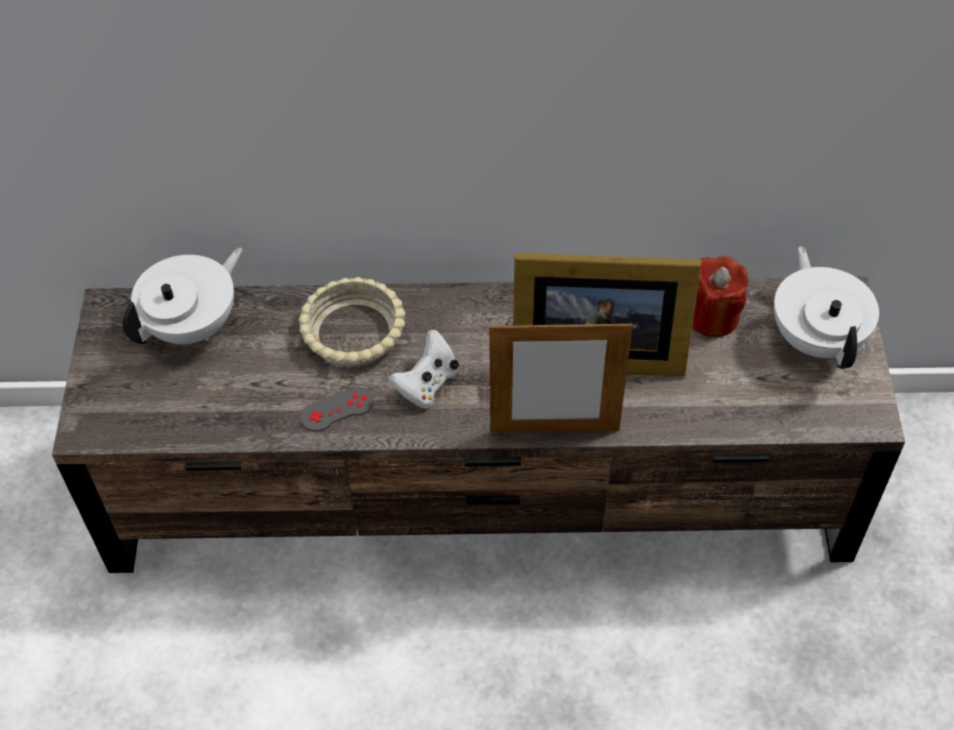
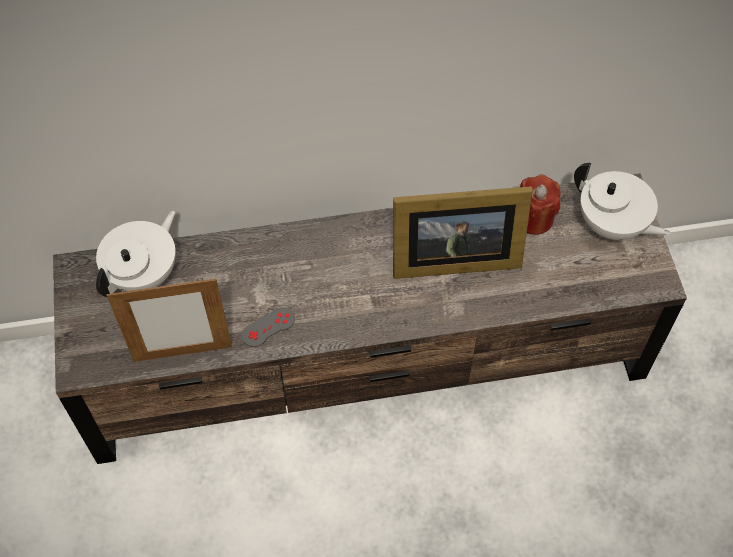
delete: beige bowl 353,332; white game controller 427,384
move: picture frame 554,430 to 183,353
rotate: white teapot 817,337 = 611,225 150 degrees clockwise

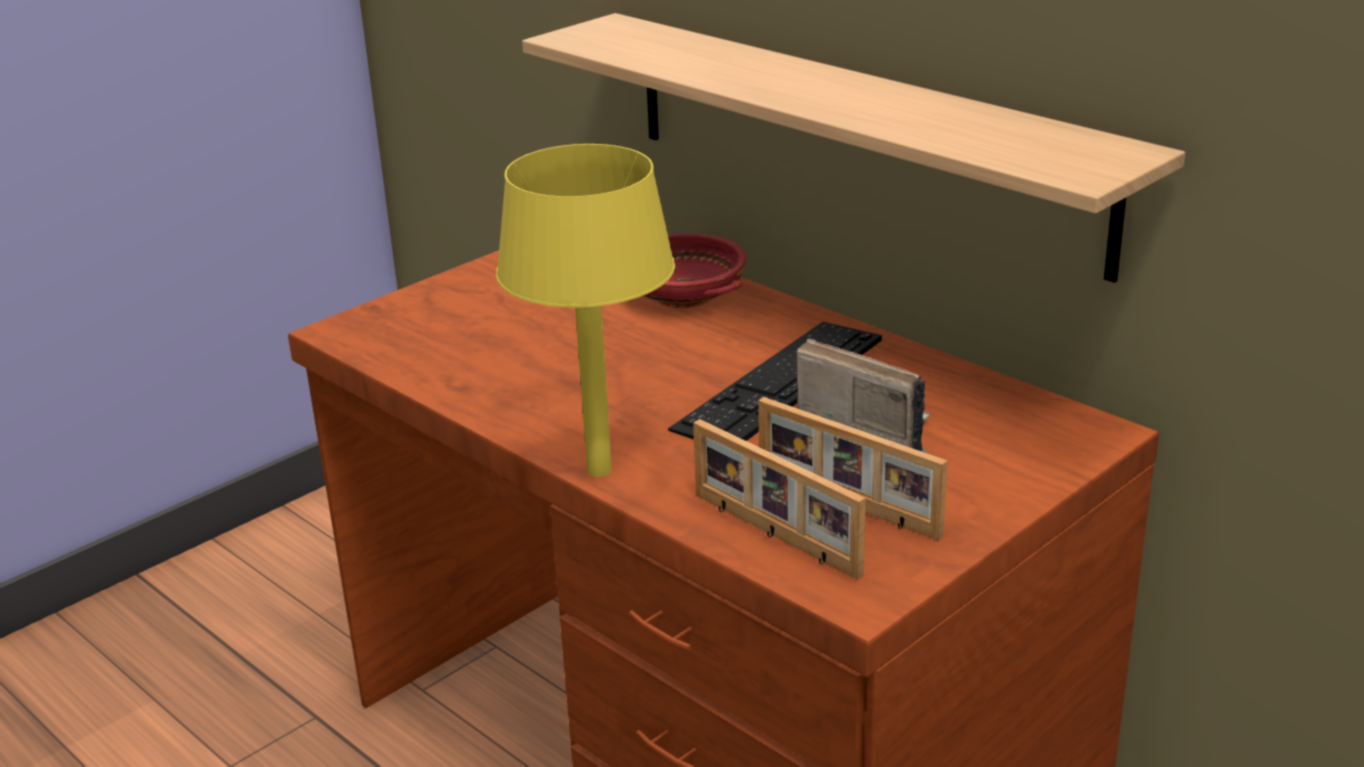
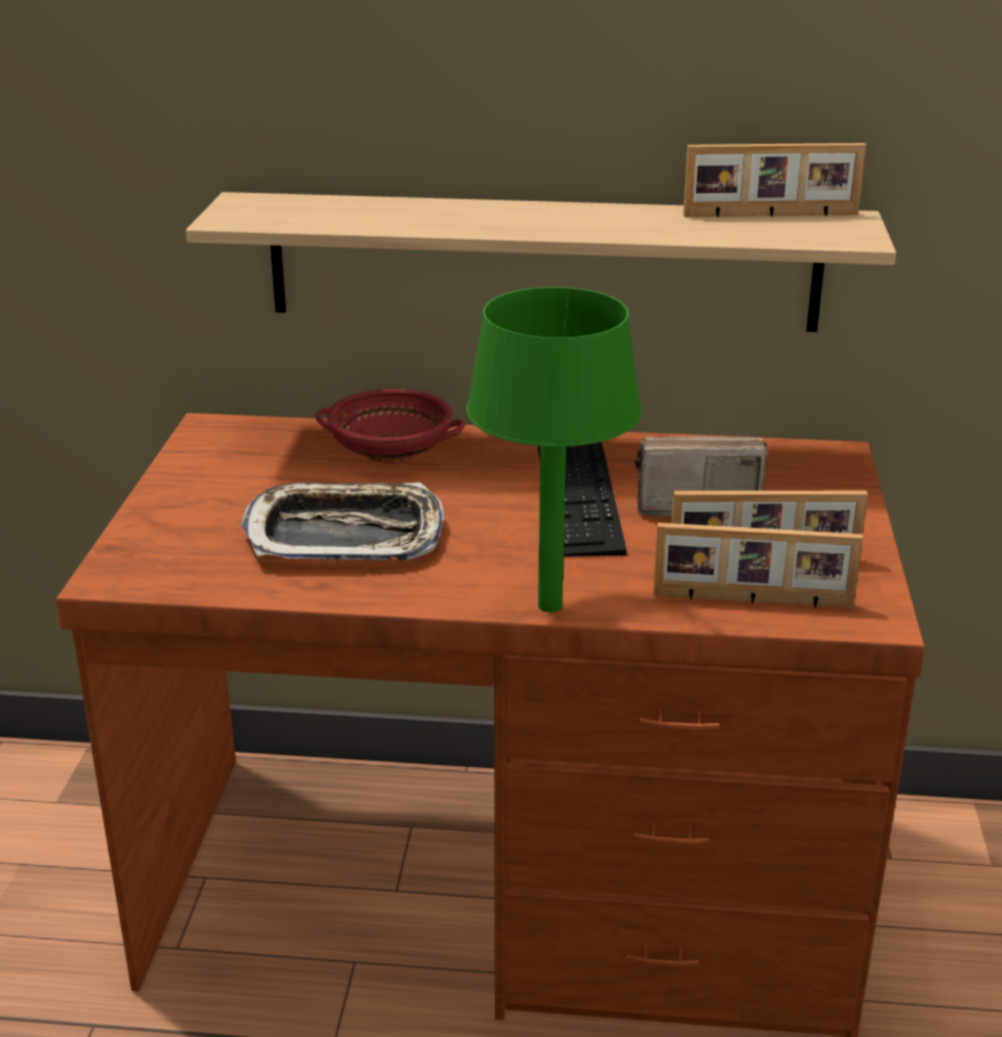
insert: picture frame 771,215; tray 345,535
recolor: yellow table lamp 600,469 to green table lamp 549,604

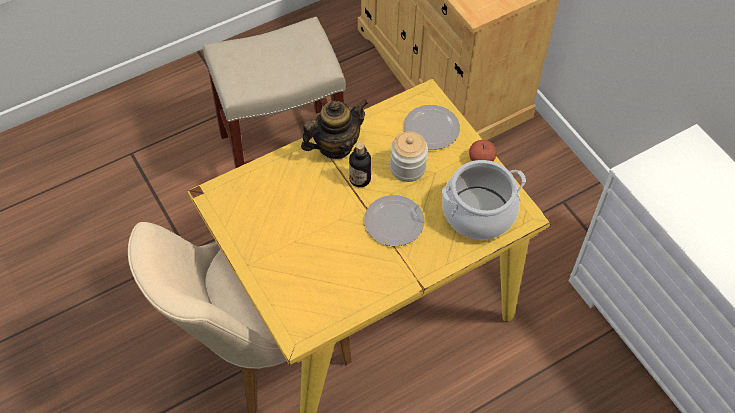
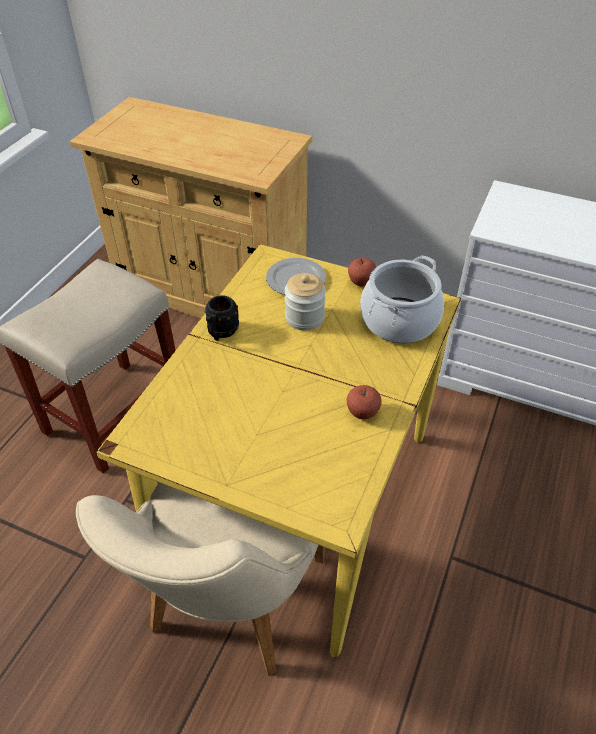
delete: bottle 360,179; plate 394,221
insert: apple 362,412
replace: teapot 335,146 to black mug 221,333

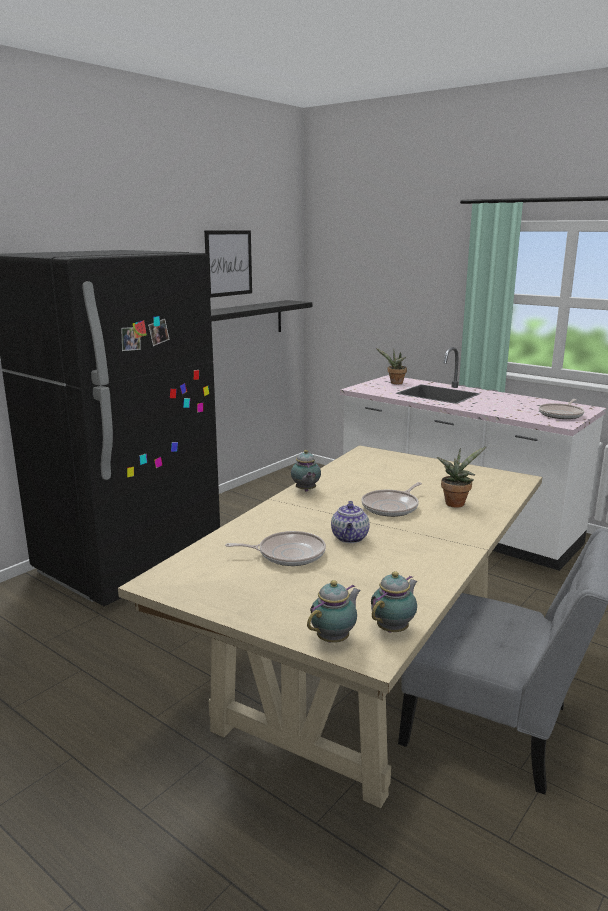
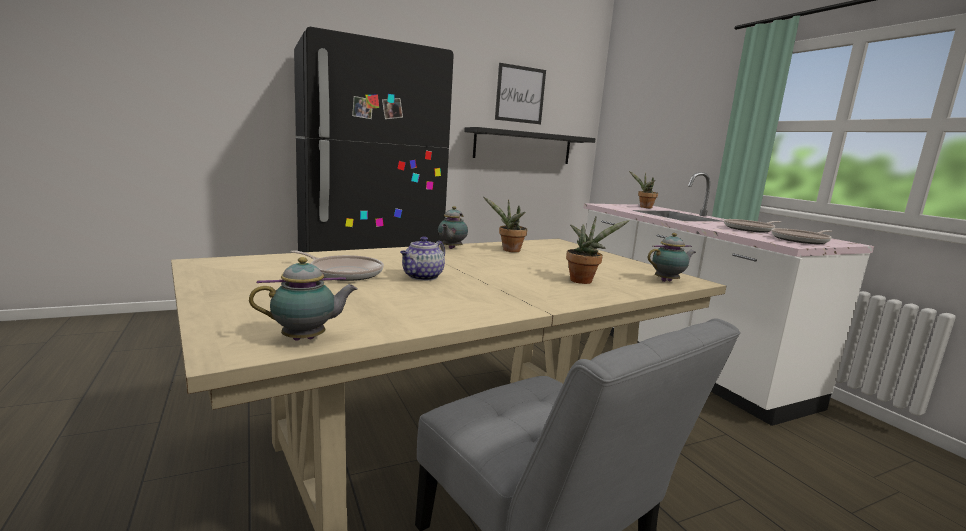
insert: potted plant 509,250
move: frying pan 392,507 to 750,229; teapot 335,639 to 668,281

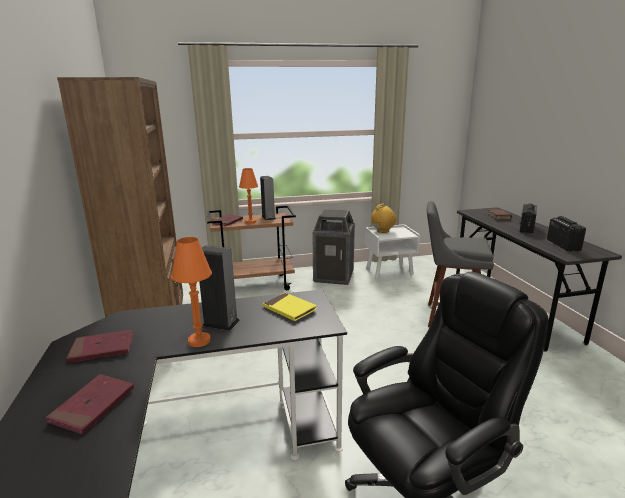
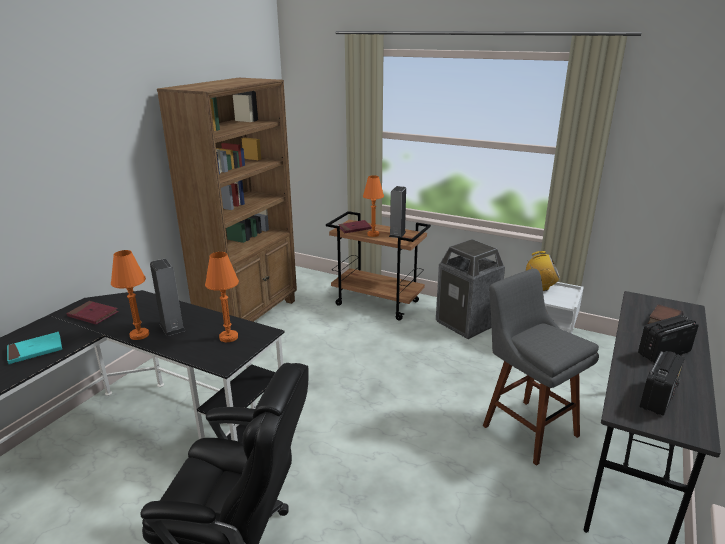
replace: yellow book 289,309 to orange table lamp 229,337
recolor: red book 93,406 to turquoise book 35,350

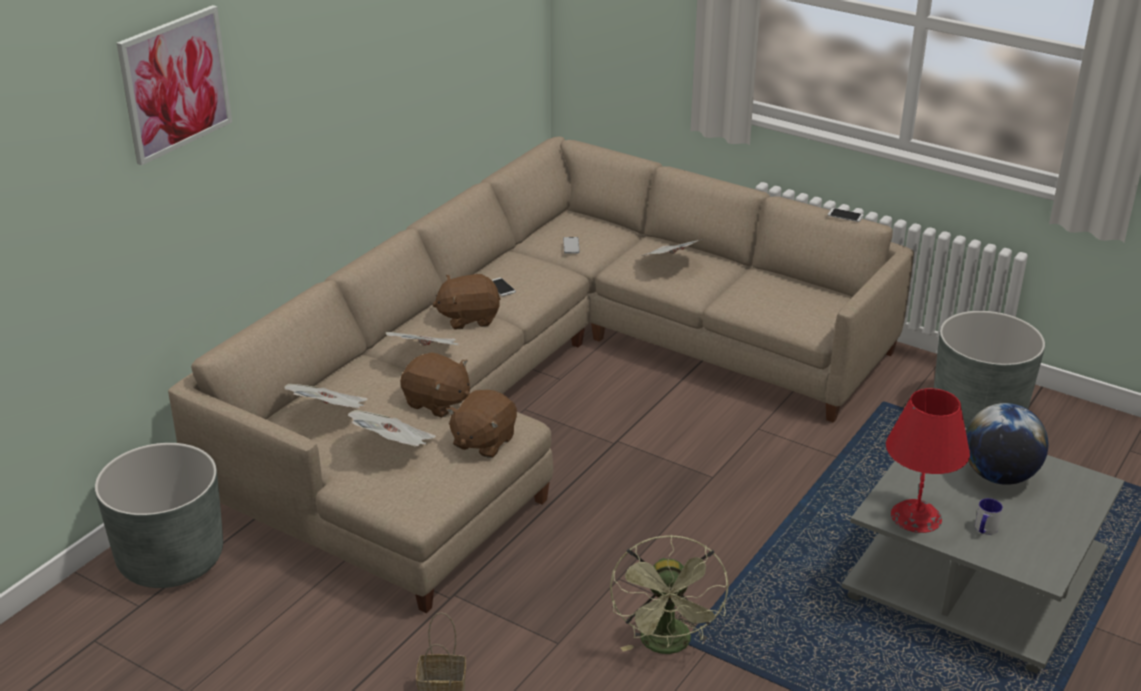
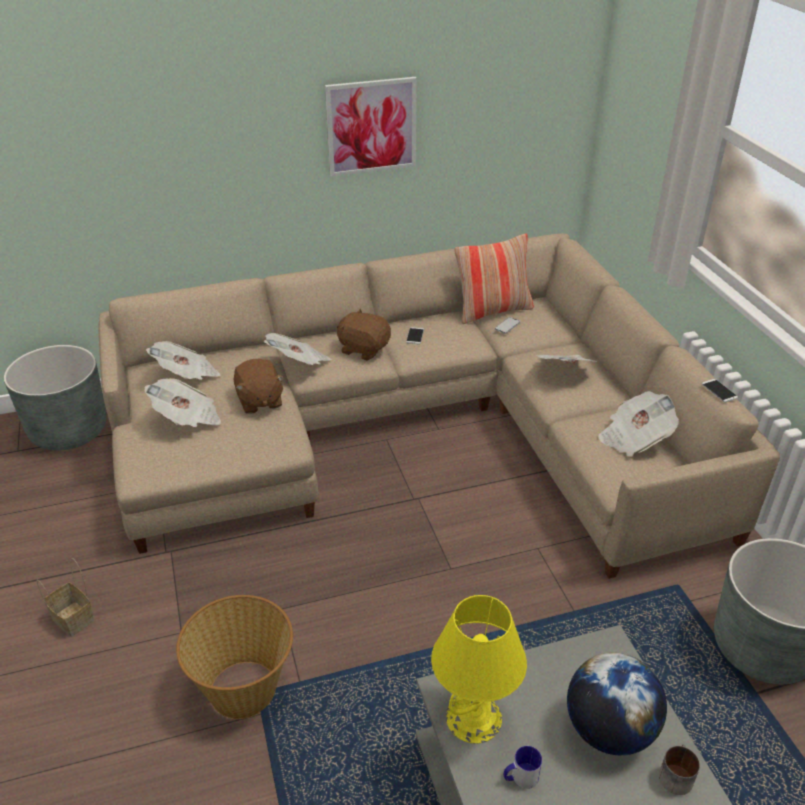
delete: brown plush toy 483,441
insert: pillow 493,311; newspaper 634,438; mug 675,774
move: picture 175,84 to 371,126
replace: green fan 668,646 to basket 244,688
recolor: red table lamp 916,517 to yellow table lamp 473,718

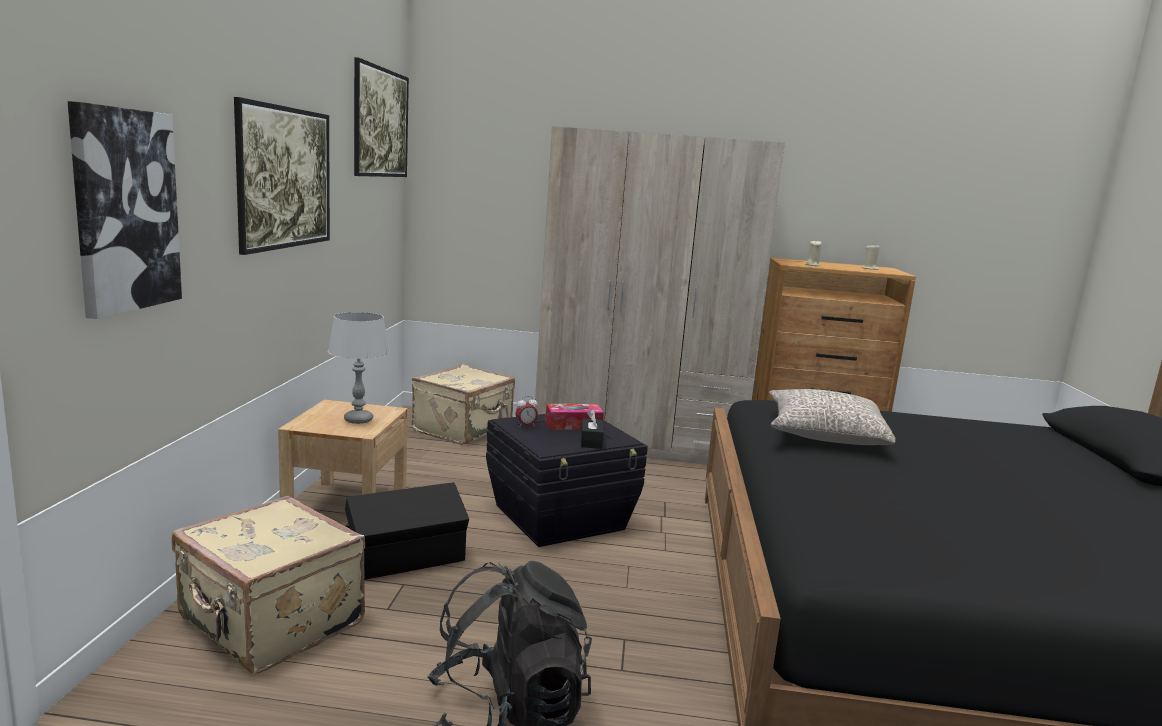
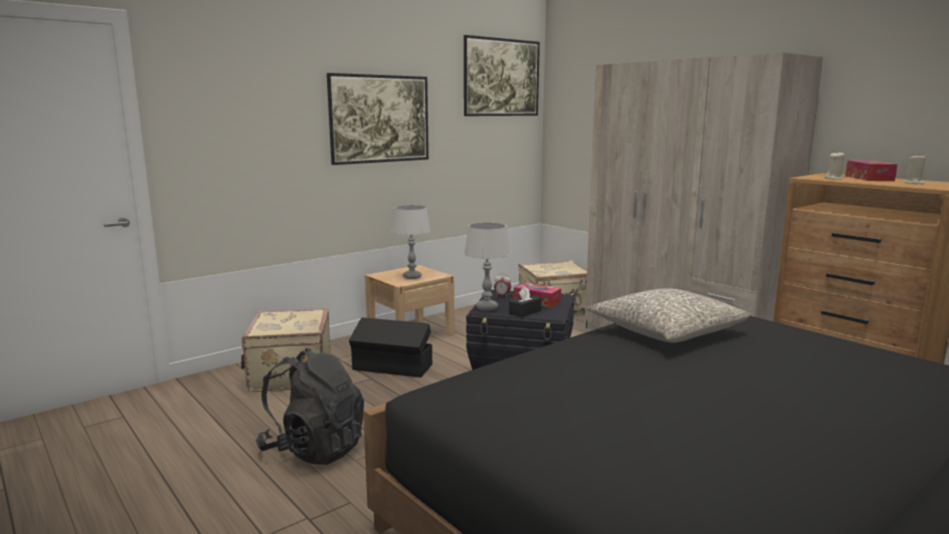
delete: picture 124,210
insert: tissue box 869,178; grey table lamp 486,308

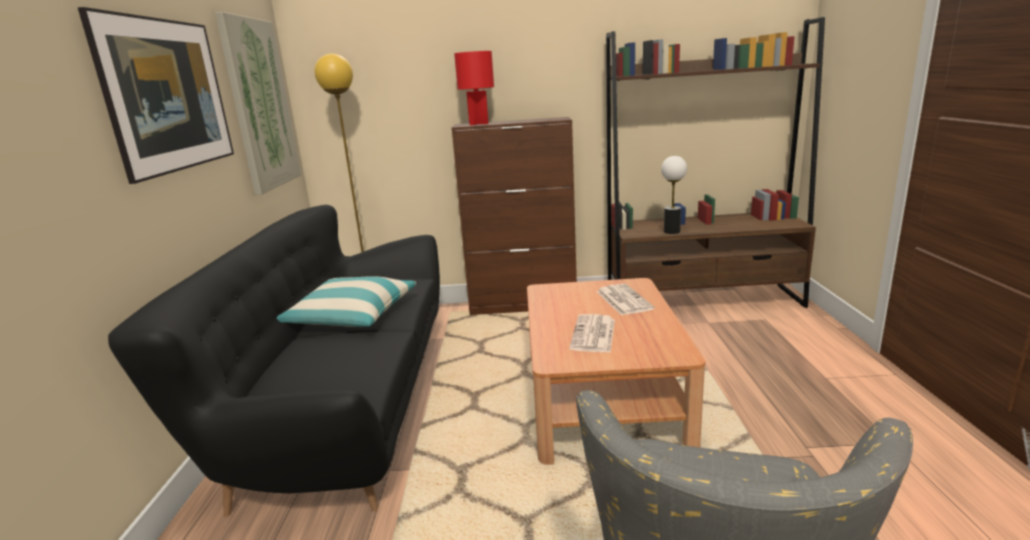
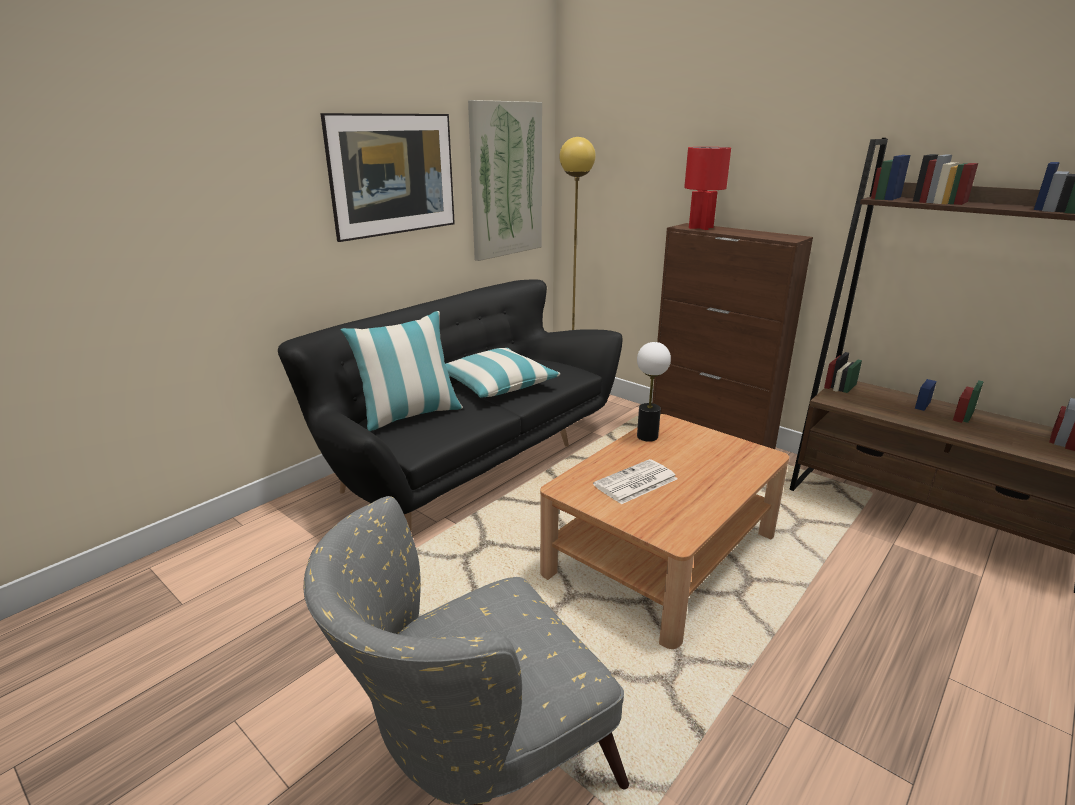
delete: newspaper 623,300
insert: pillow 410,415
move: table lamp 671,231 to 647,436

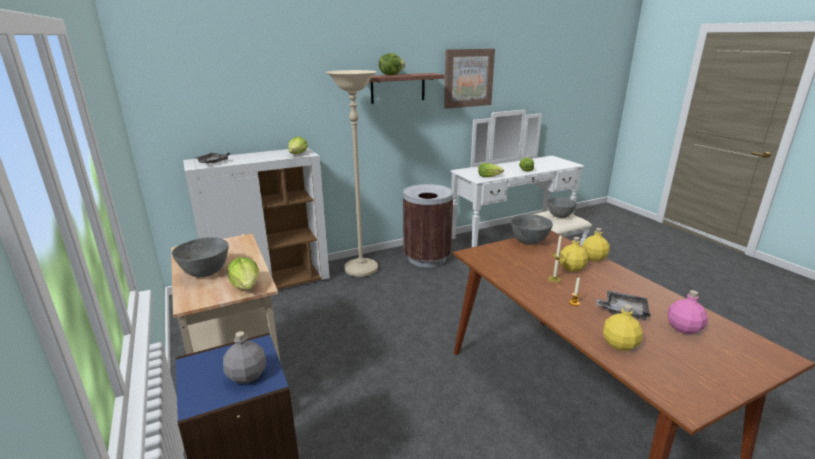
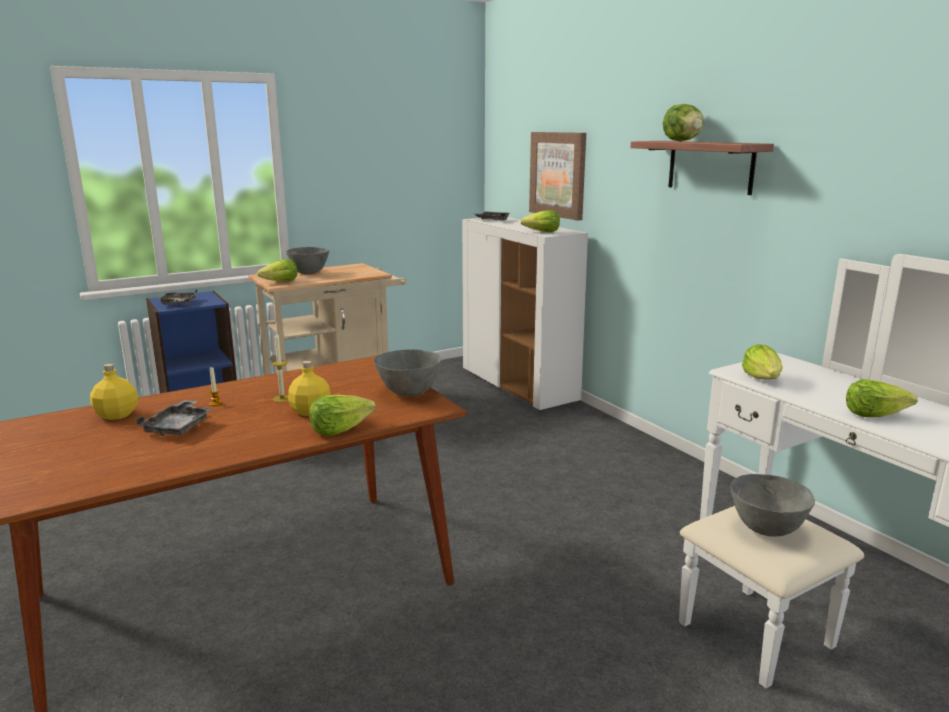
delete: beige floor lamp 361,269; brown trash can 427,258; pink bottle 684,328
move: picture 468,78 to 558,174
replace: yellow bottle 593,258 to lettuce 340,429; grey bottle 247,376 to grey tray 178,304

